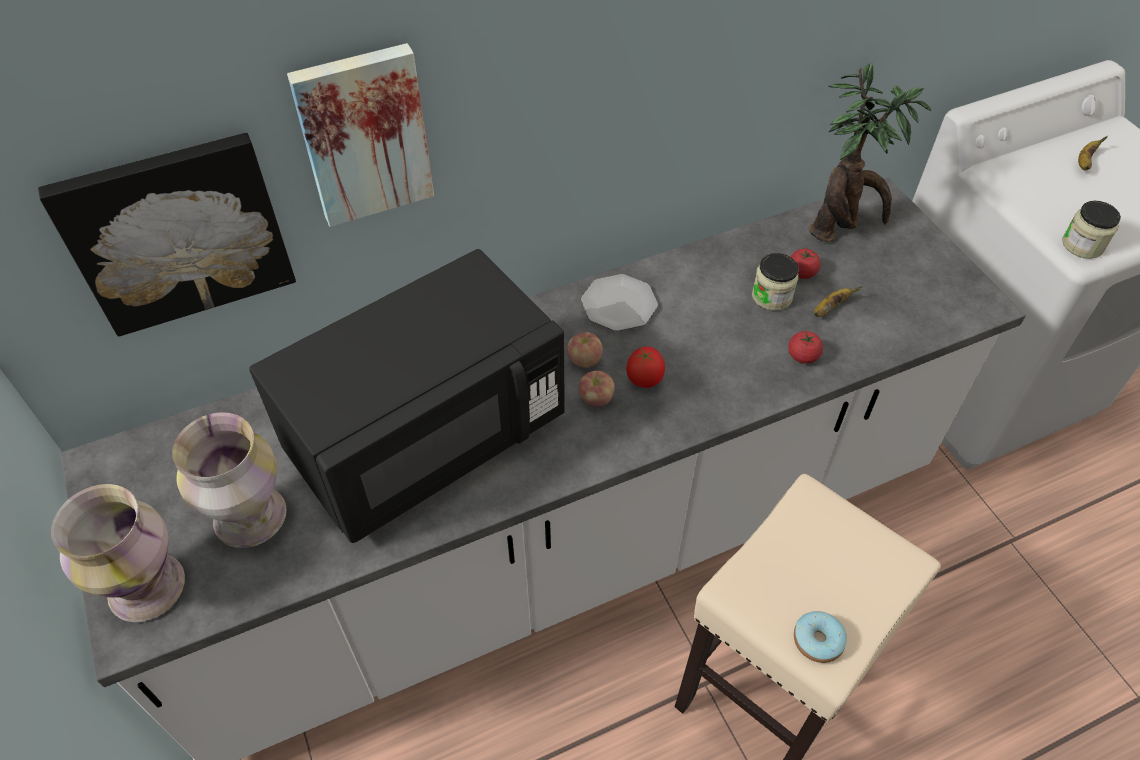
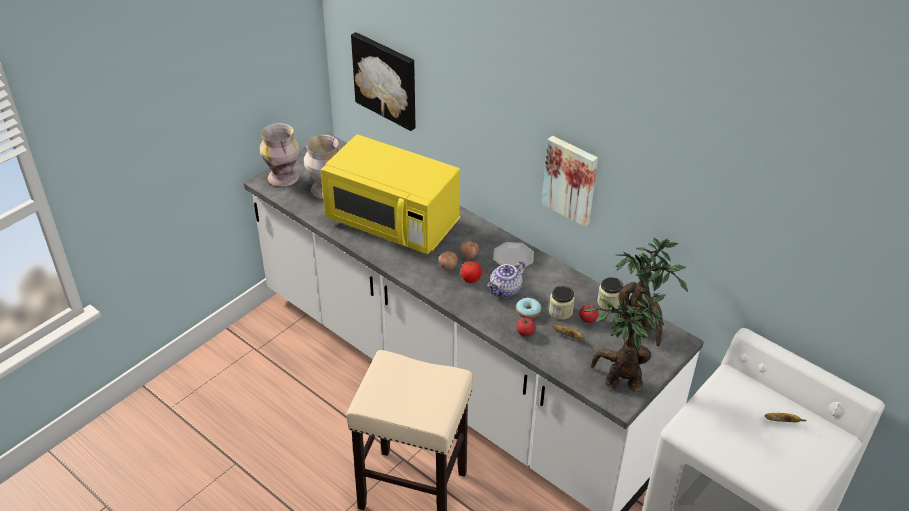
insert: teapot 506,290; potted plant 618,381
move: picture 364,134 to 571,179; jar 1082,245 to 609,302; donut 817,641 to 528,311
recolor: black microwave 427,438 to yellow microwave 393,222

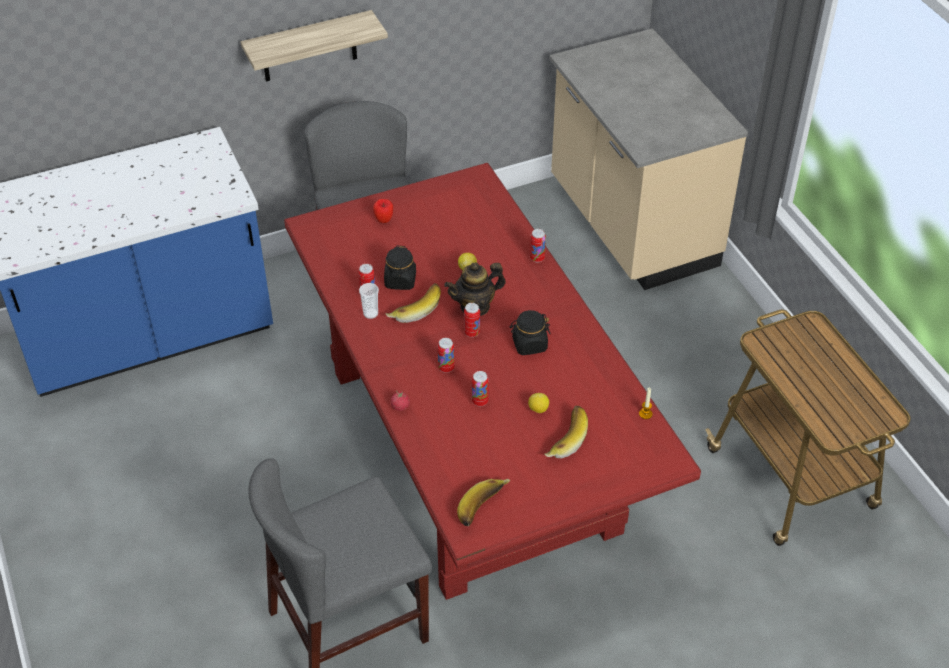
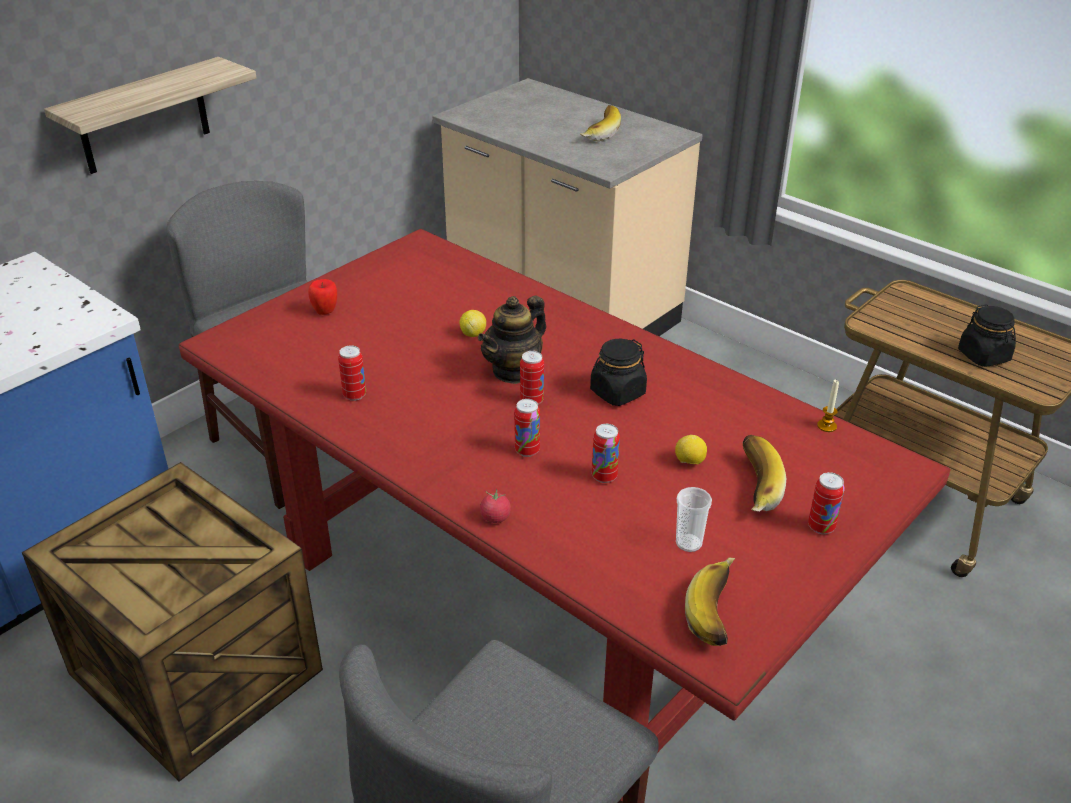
insert: crate 192,673
move: can 537,258 to 821,527; black jar 400,281 to 984,356; cup 370,313 to 688,543; banana 414,308 to 598,133

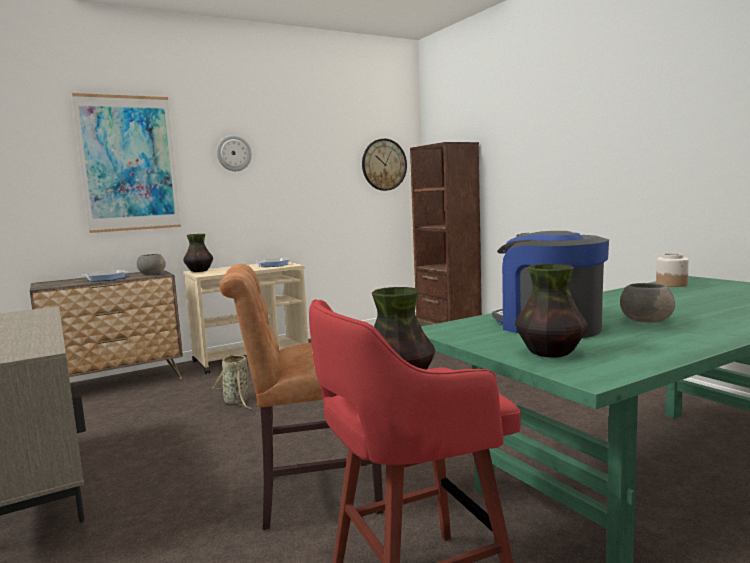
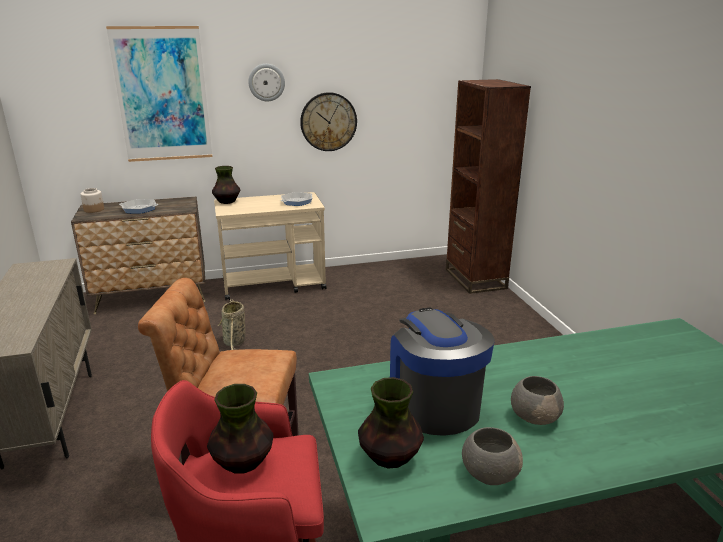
move: wall clock 384,164 to 328,122; jar 671,284 to 94,209; grey bowl 151,274 to 488,473

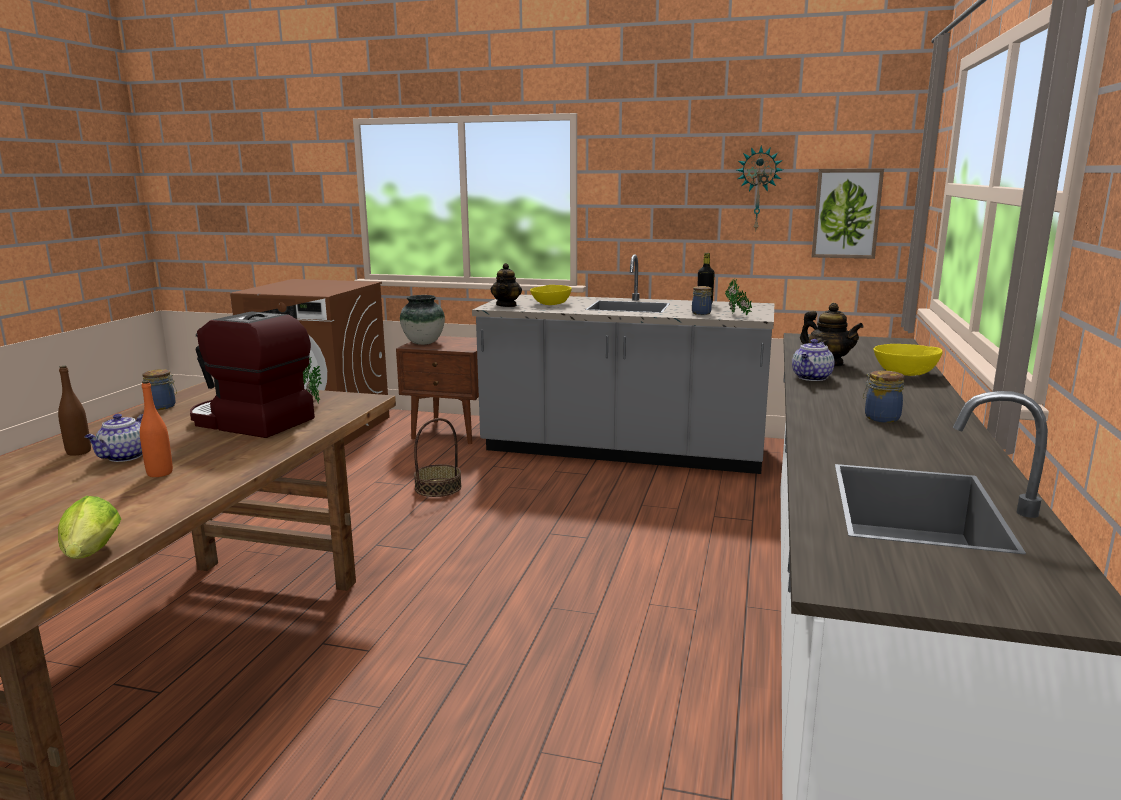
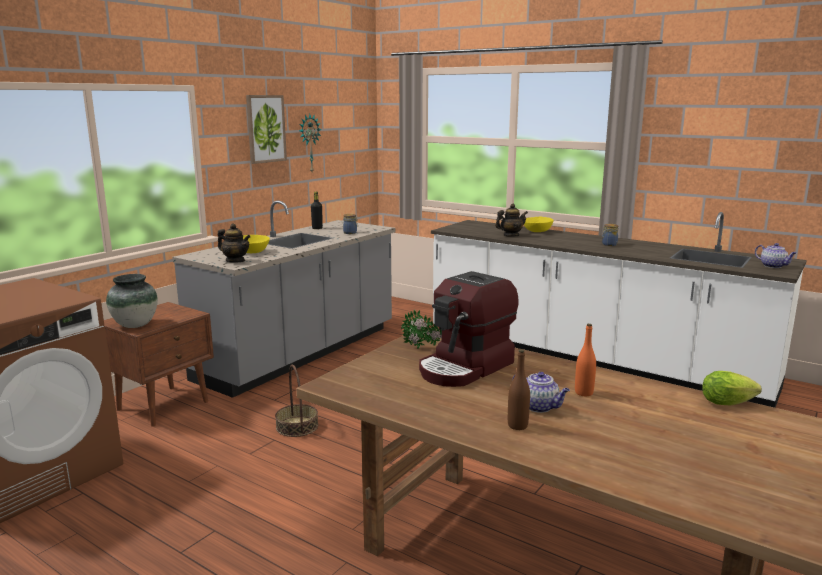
delete: potted plant 737,315; jar 163,407
move: picture 846,213 to 265,129; teapot 811,378 to 773,266

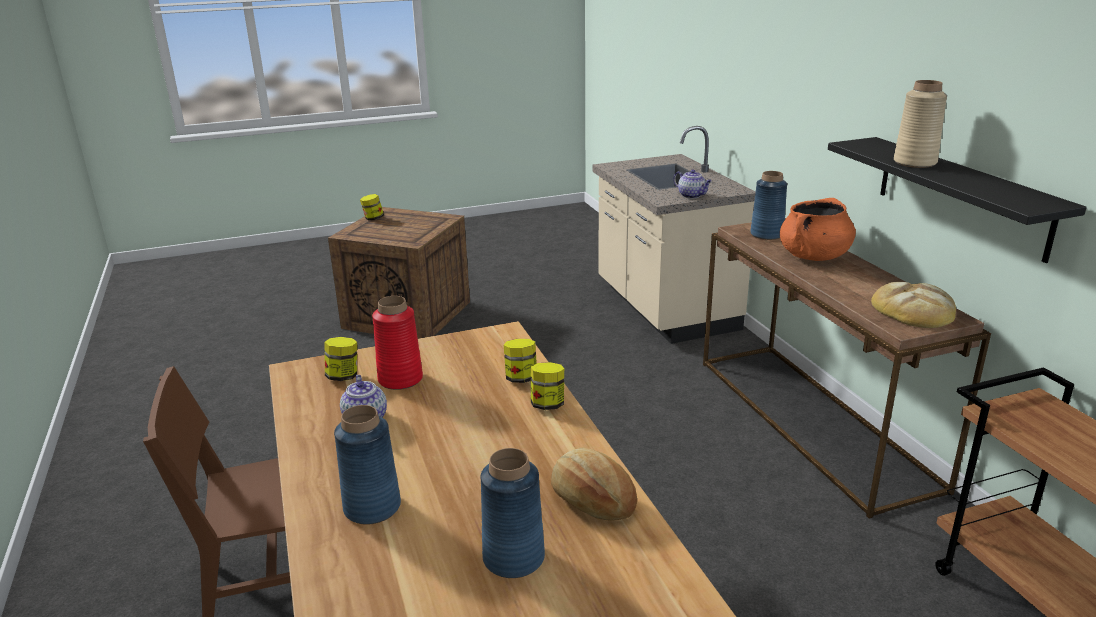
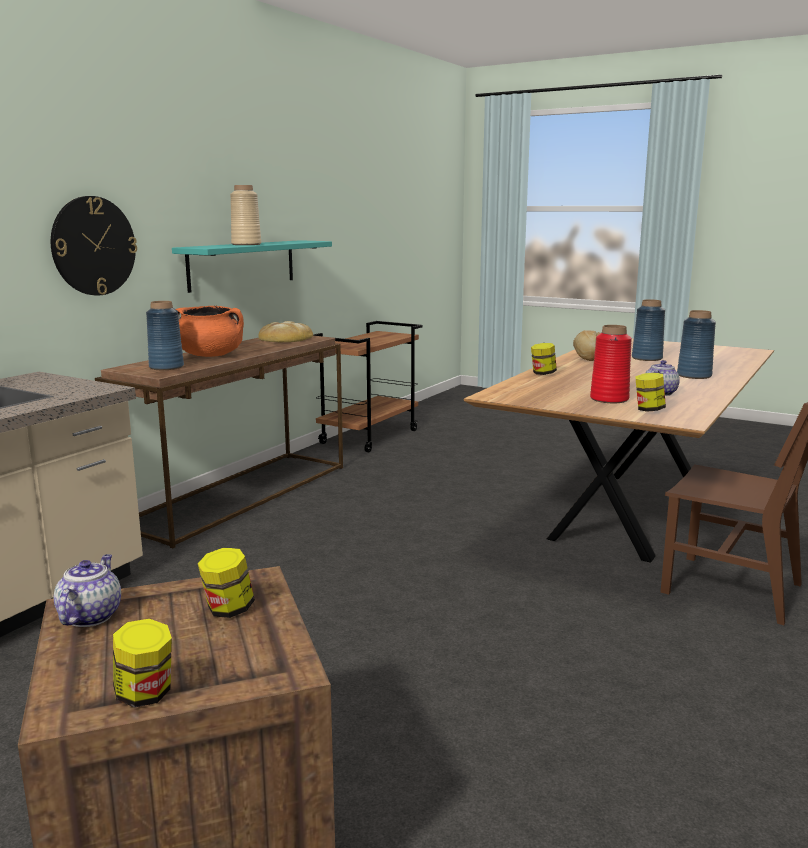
insert: wall clock 93,246
move: teapot 692,195 to 90,616; jar 521,378 to 228,610
recolor: black shelf 961,196 to turquoise shelf 242,264

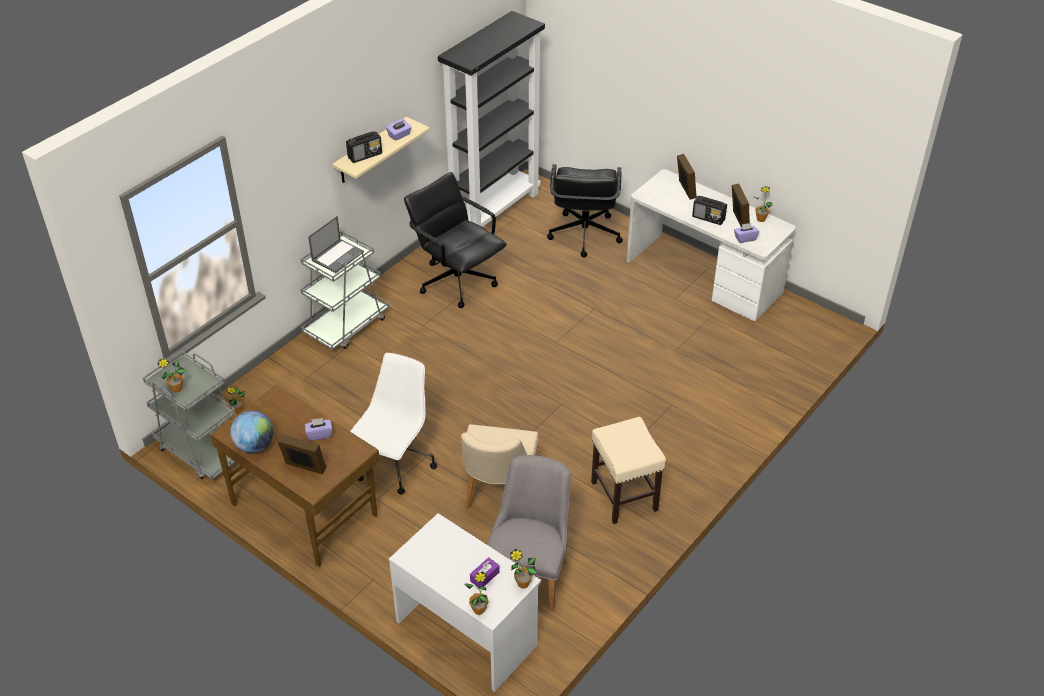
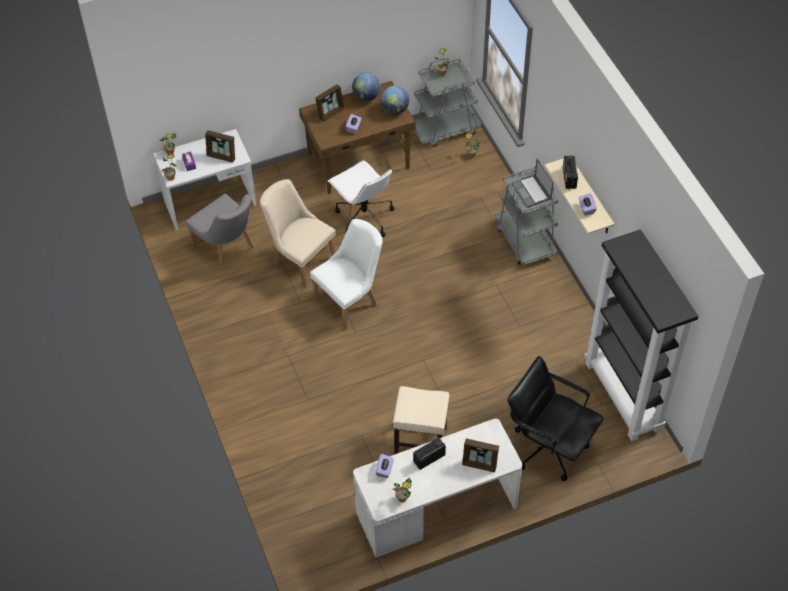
delete: black office chair 457,281
insert: globe 395,110; white chair 351,300
move: picture frame 738,220 to 222,156; beige stool 623,495 to 421,440

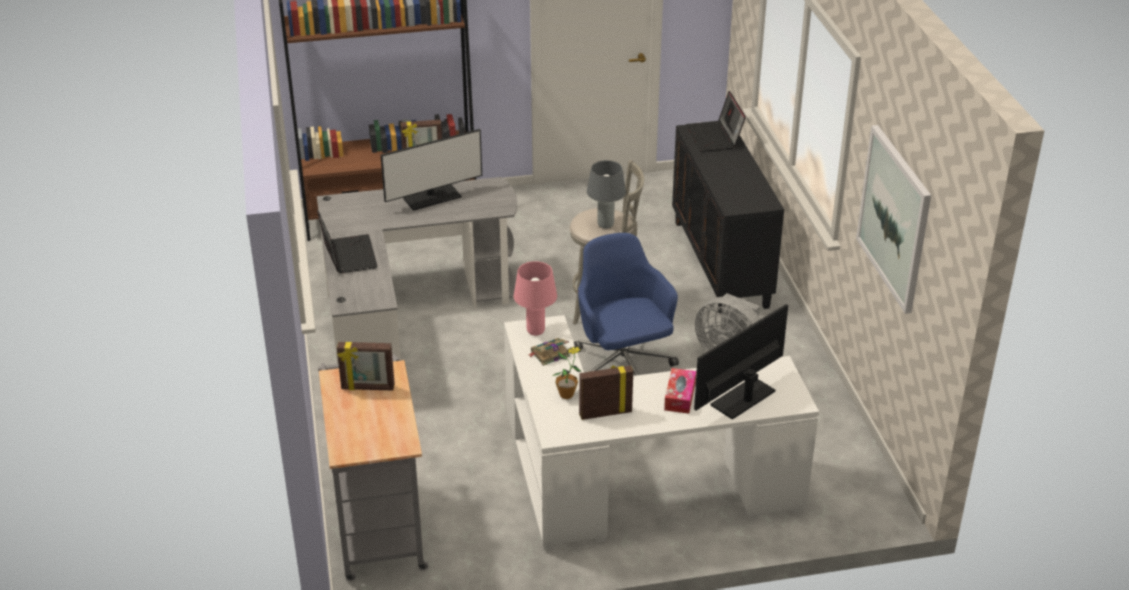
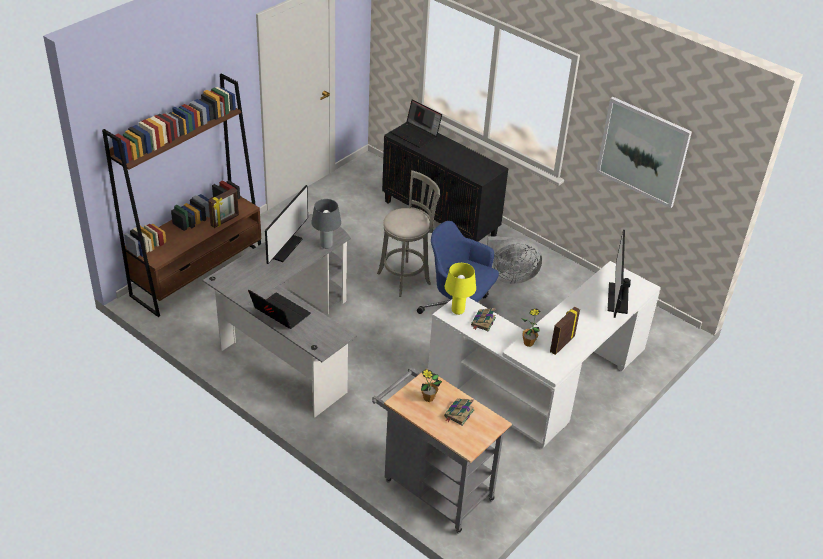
delete: tissue box 680,396
insert: book 458,414
move: grey table lamp 605,225 to 326,245
replace: picture frame 367,388 to potted plant 428,398
recolor: pink table lamp 535,331 to yellow table lamp 458,311

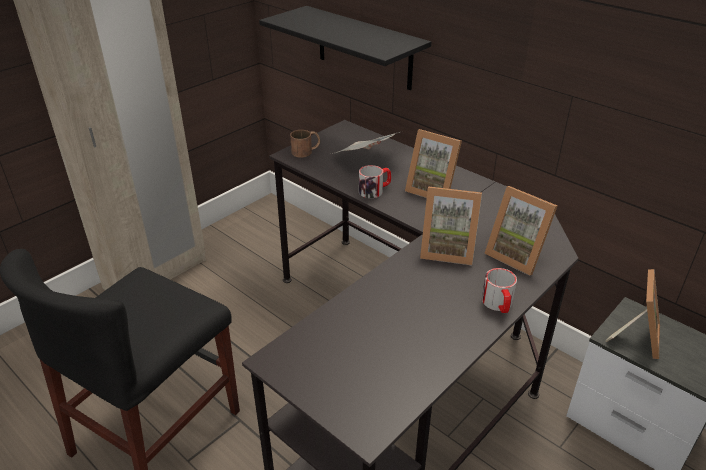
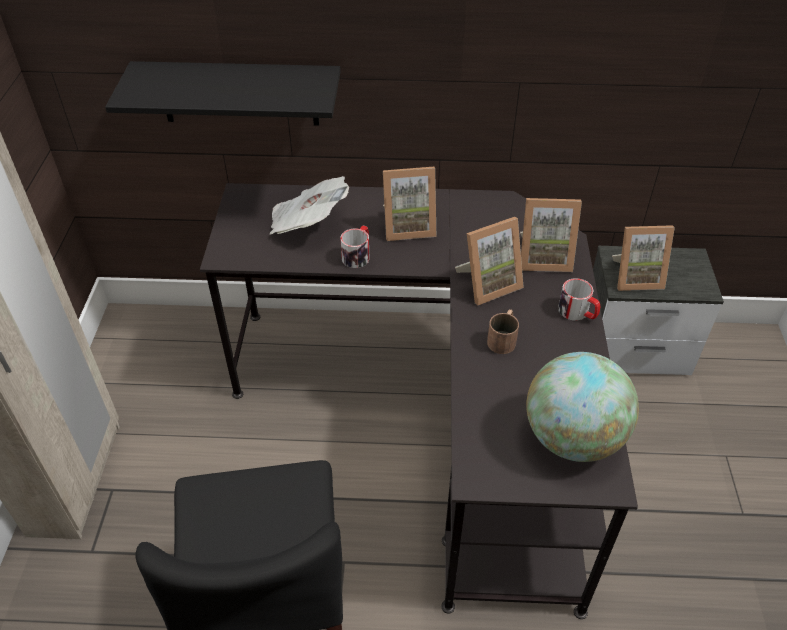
insert: globe 572,438
move: brown mug 306,151 to 503,338
rotate: picture frame 636,337 = 636,277 105 degrees clockwise

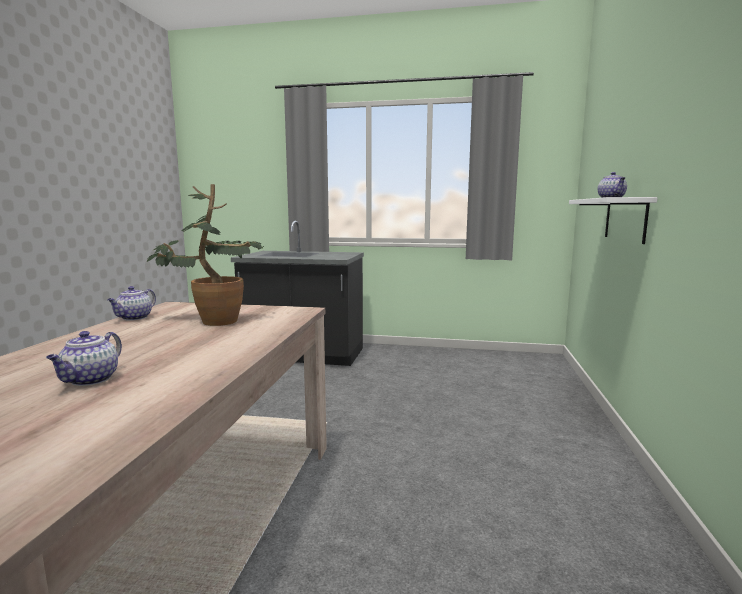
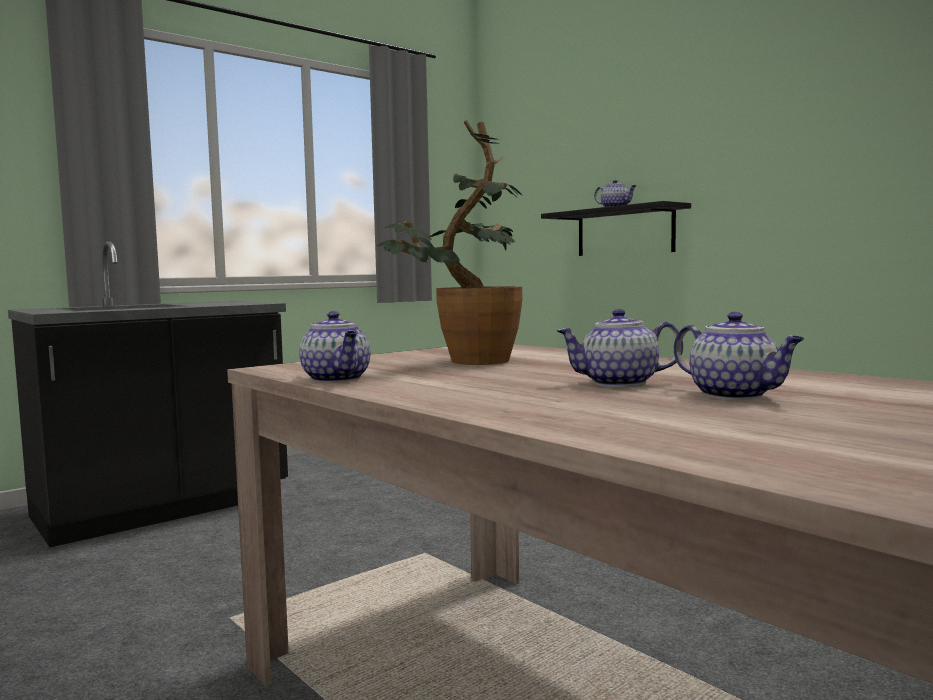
insert: teapot 618,383
recolor: white shelf 625,219 to black shelf 624,231

